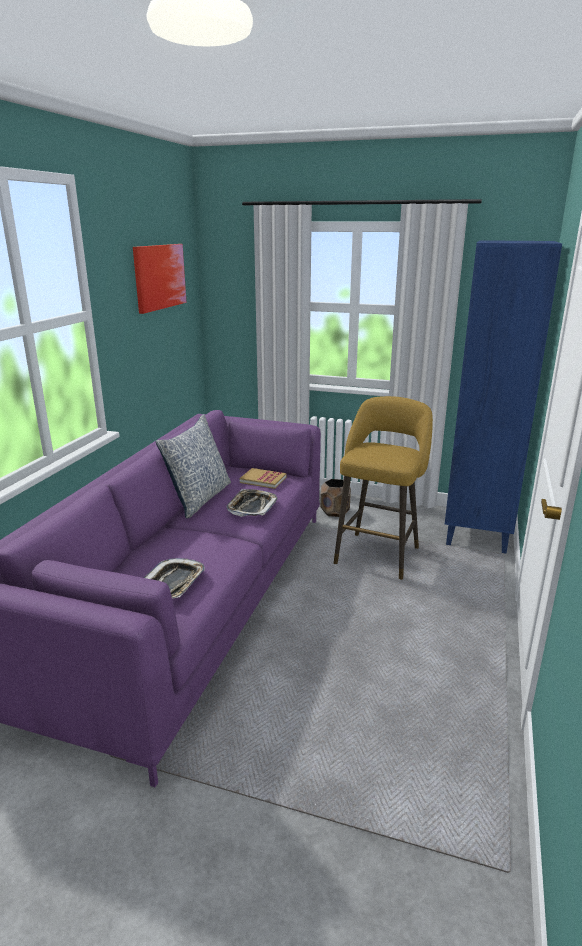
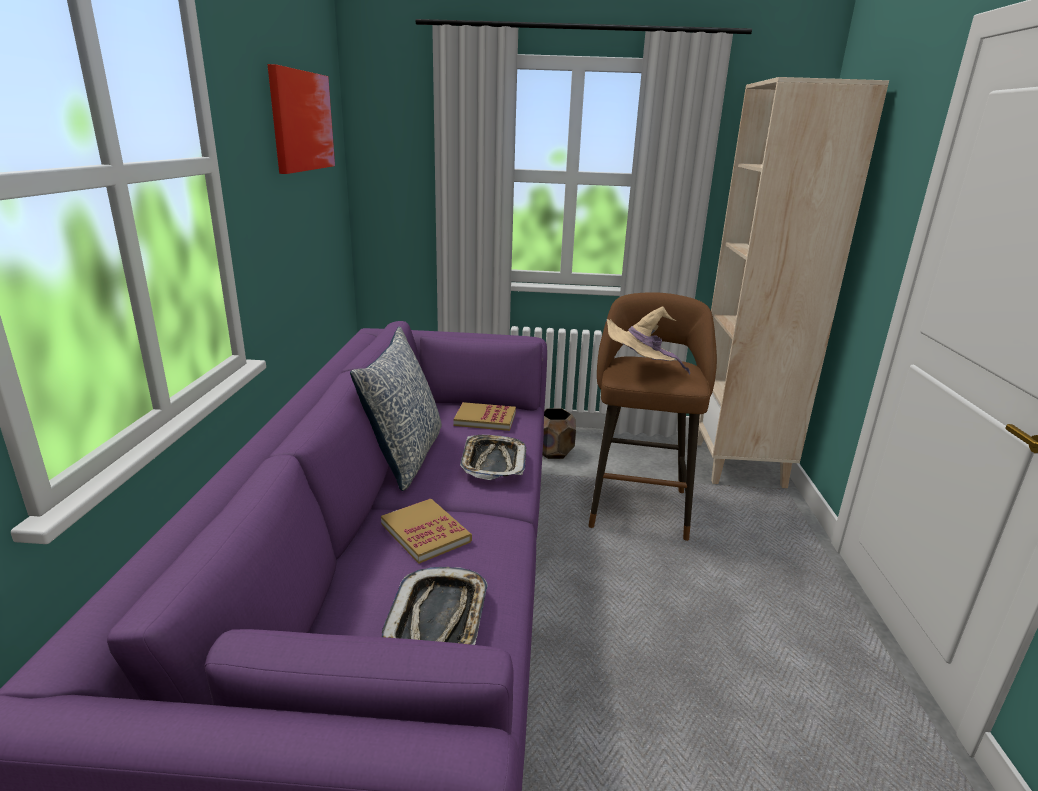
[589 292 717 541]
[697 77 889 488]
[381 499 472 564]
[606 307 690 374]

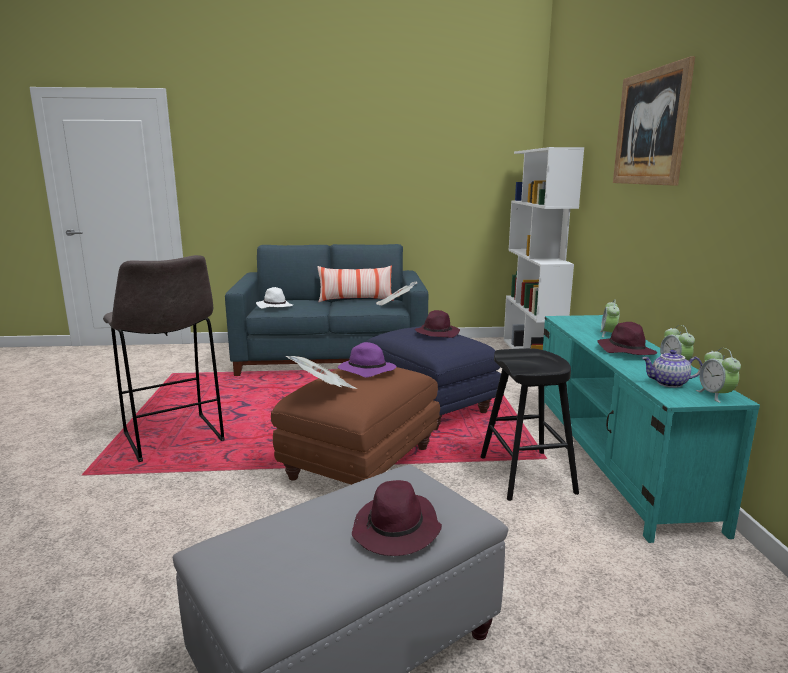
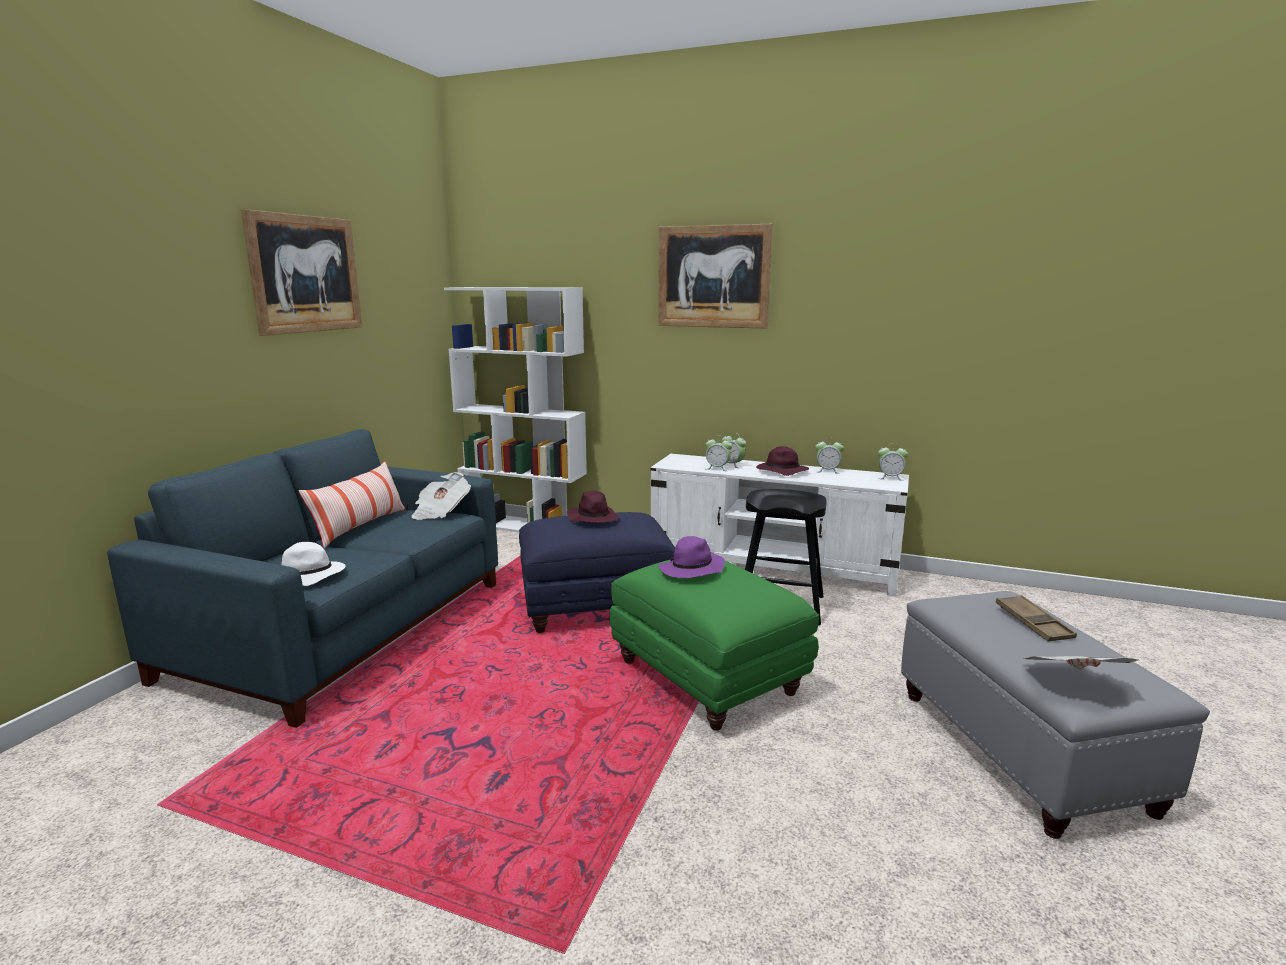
[103 255 225 462] (first image)
[610 560 819 731]
[1024 656 1138 669]
[996 595 1077 642]
[651 454 909 597]
[642 350 702 388] (first image)
[241 209 362 336]
[705 436 732 471]

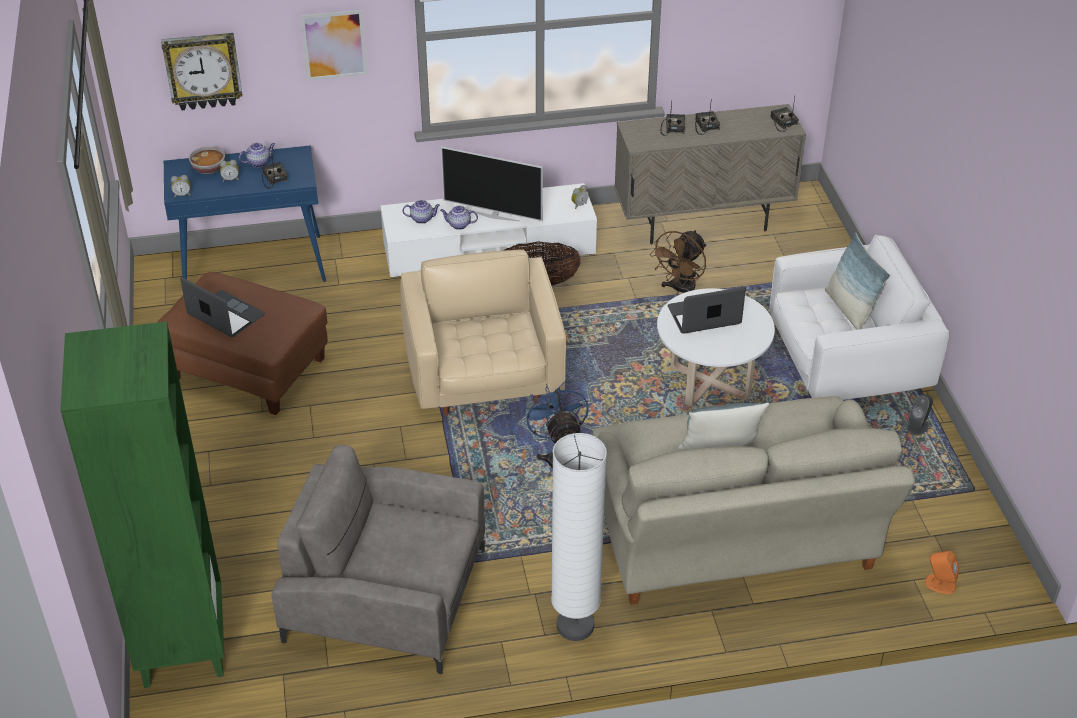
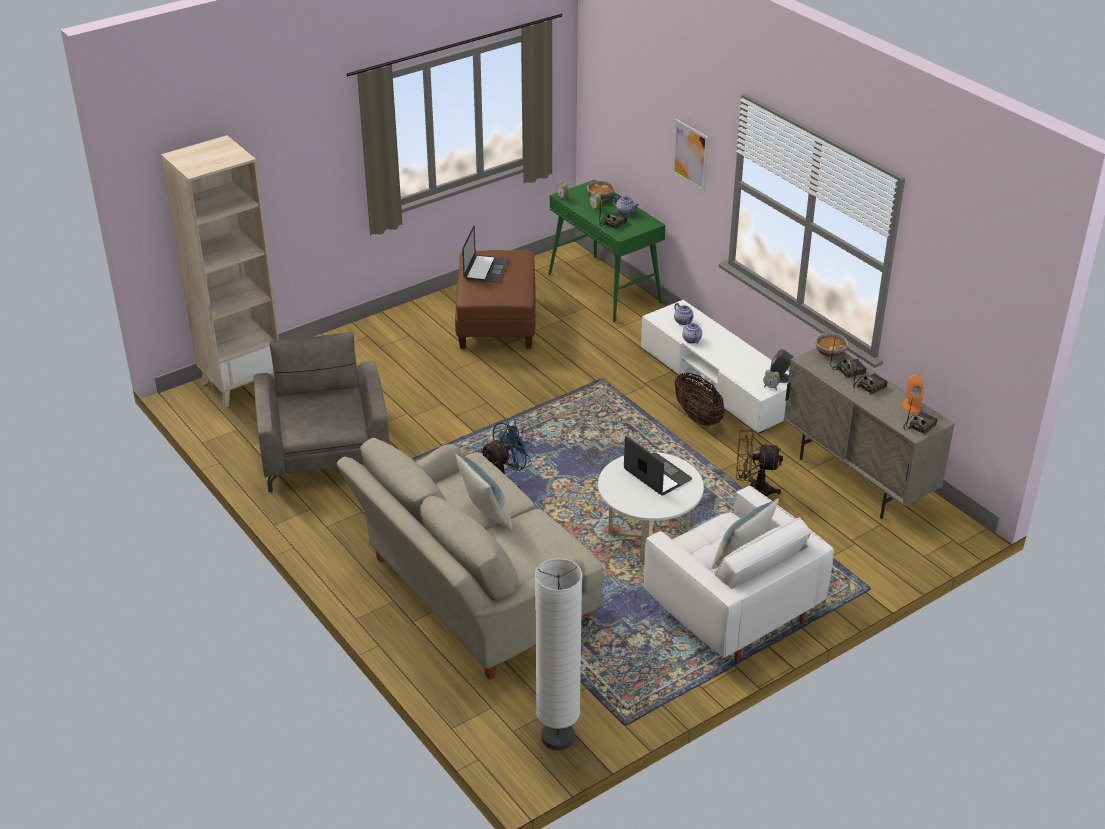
[161 135 279 408]
[161 33 243 110] (first image)
[549 180 666 322]
[400 250 566 415] (first image)
[441 146 543 221] (first image)
[535 559 582 750]
[770 349 794 383]
[902 375 924 413]
[815 333 848 358]

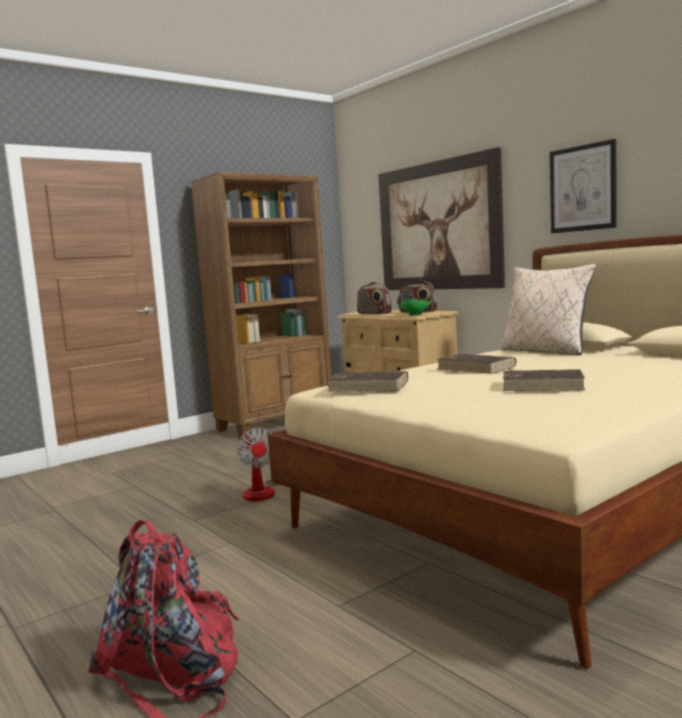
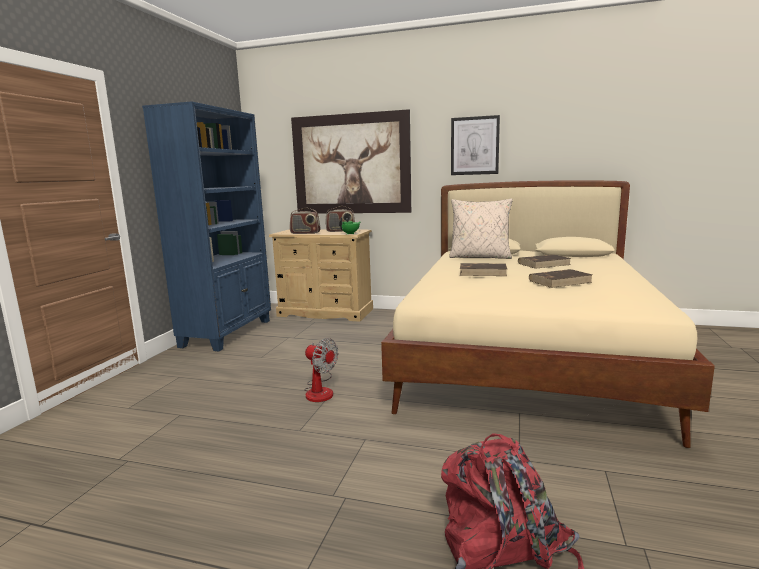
[142 101 271 351]
[518 254 571 269]

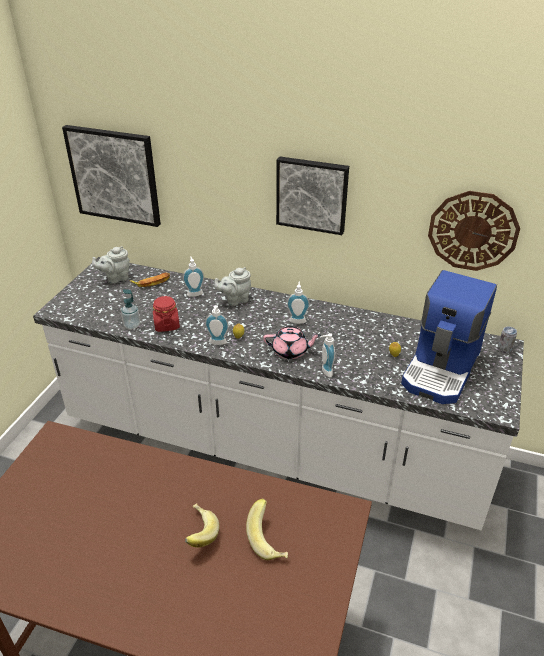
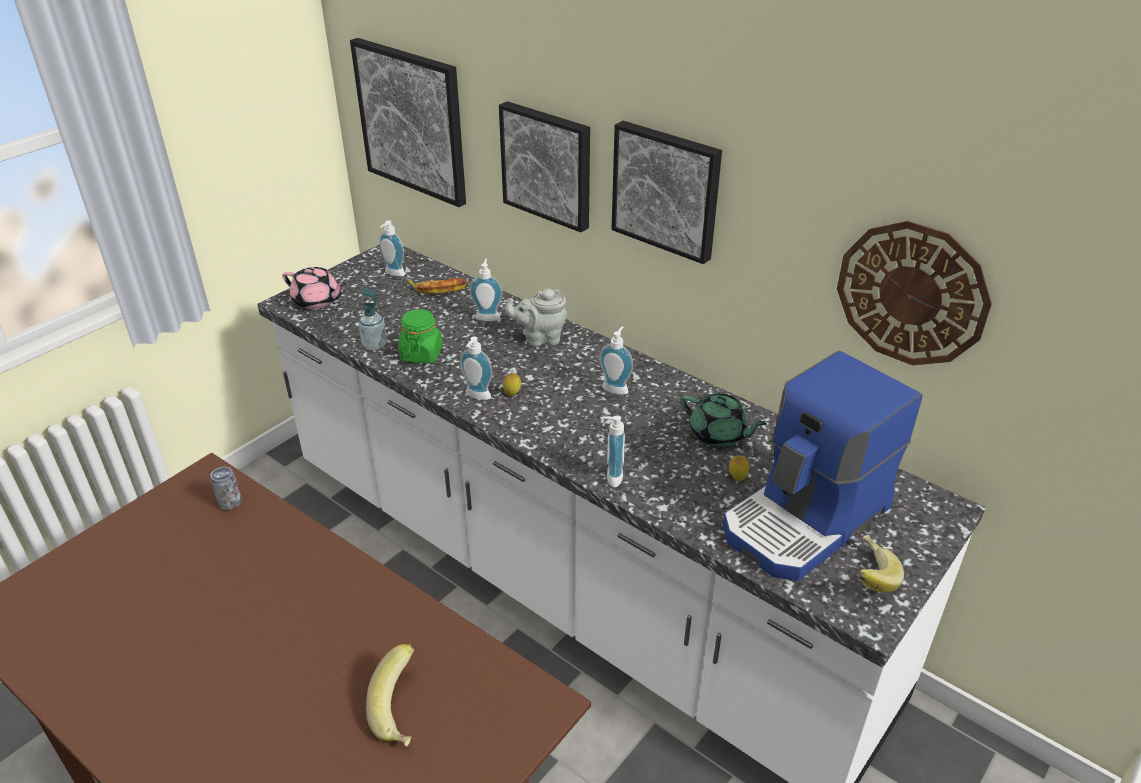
[379 220 405 277]
[399 309 443 363]
[857 535 904 592]
[282 267 346 309]
[210 467 242 510]
[499 101 590 232]
[681 393 767 447]

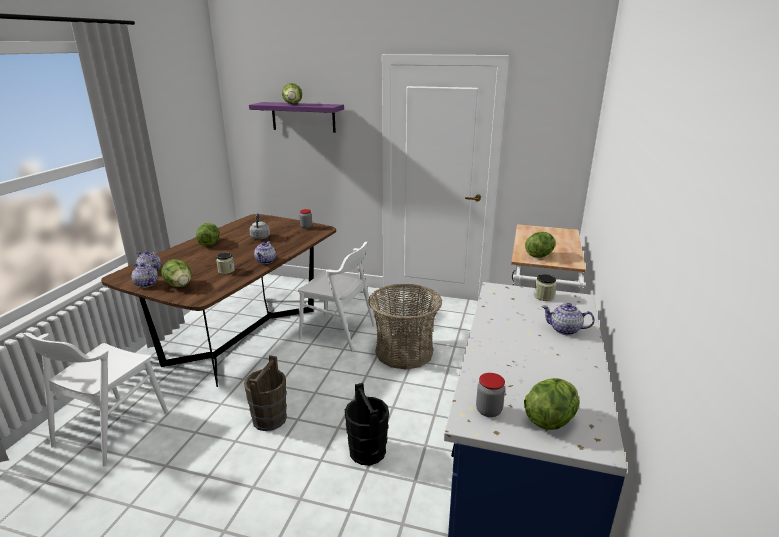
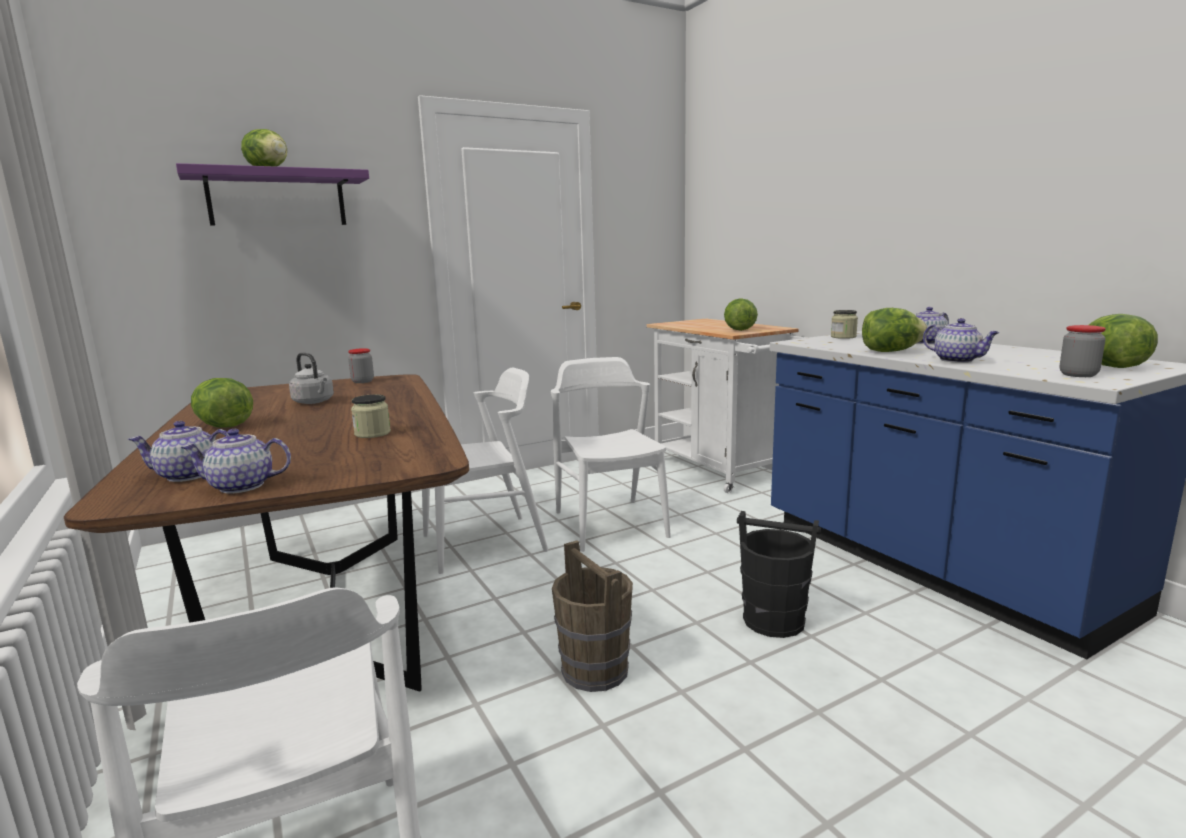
[862 308 928 352]
[923 318 999 363]
[551 357 671 552]

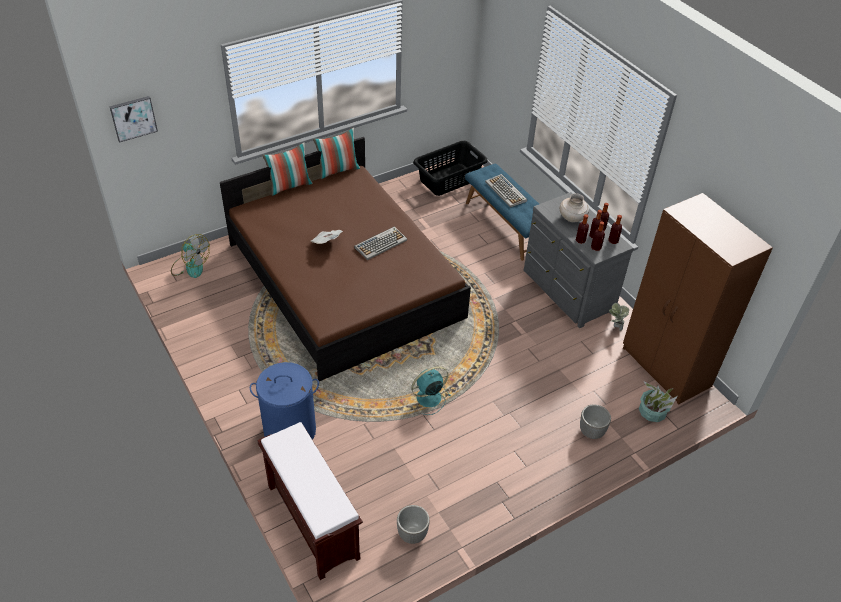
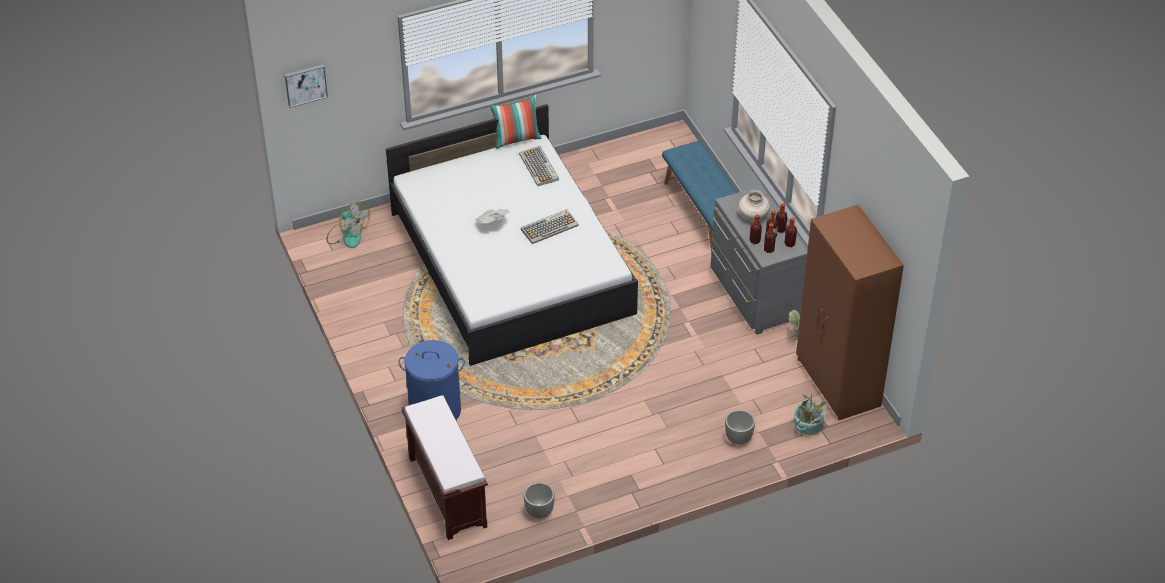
[386 104 638 366]
[262 143 313 196] (first image)
[411 366 451 415] (first image)
[413 141 488 196] (first image)
[519 146 559 186]

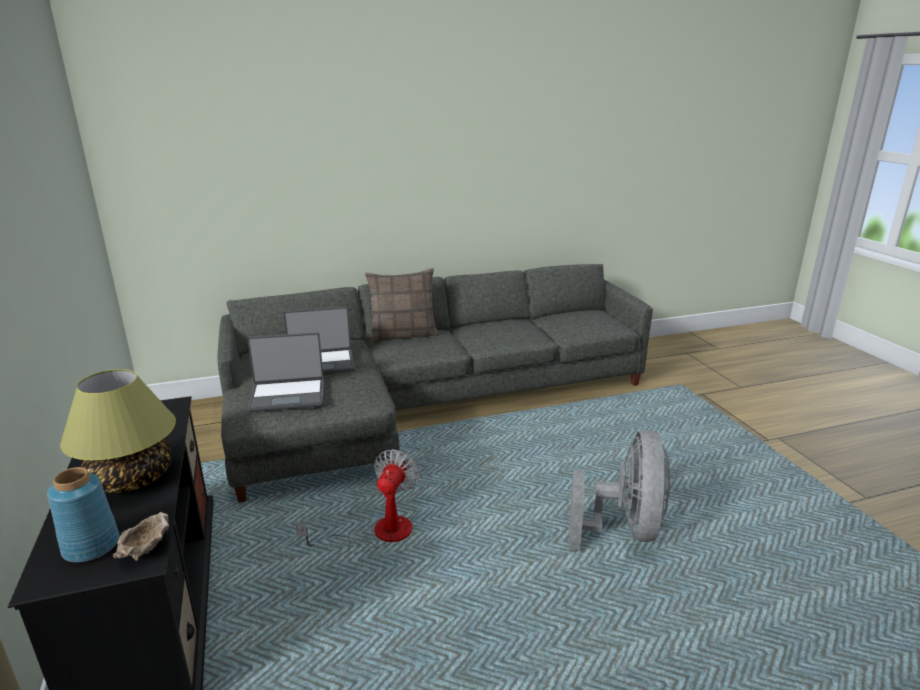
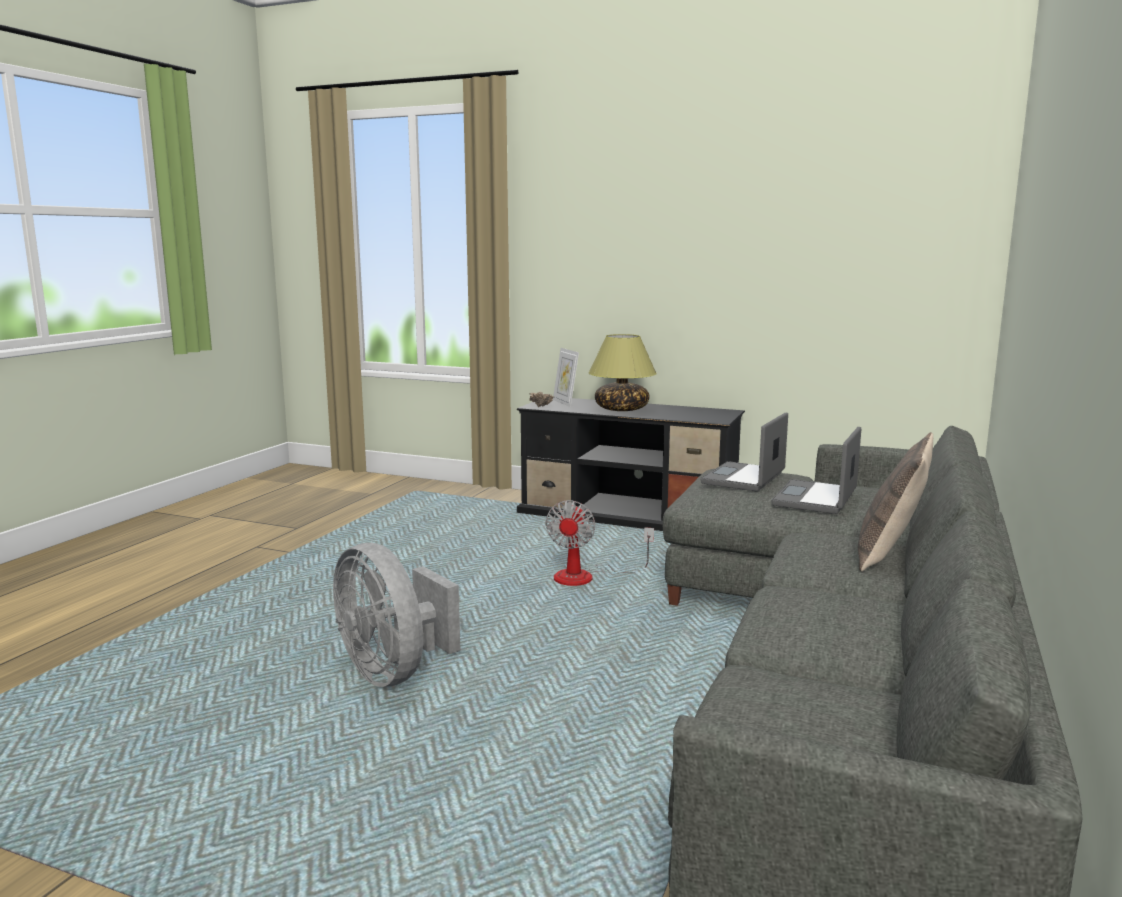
[553 348 579 407]
[545 500 654 586]

